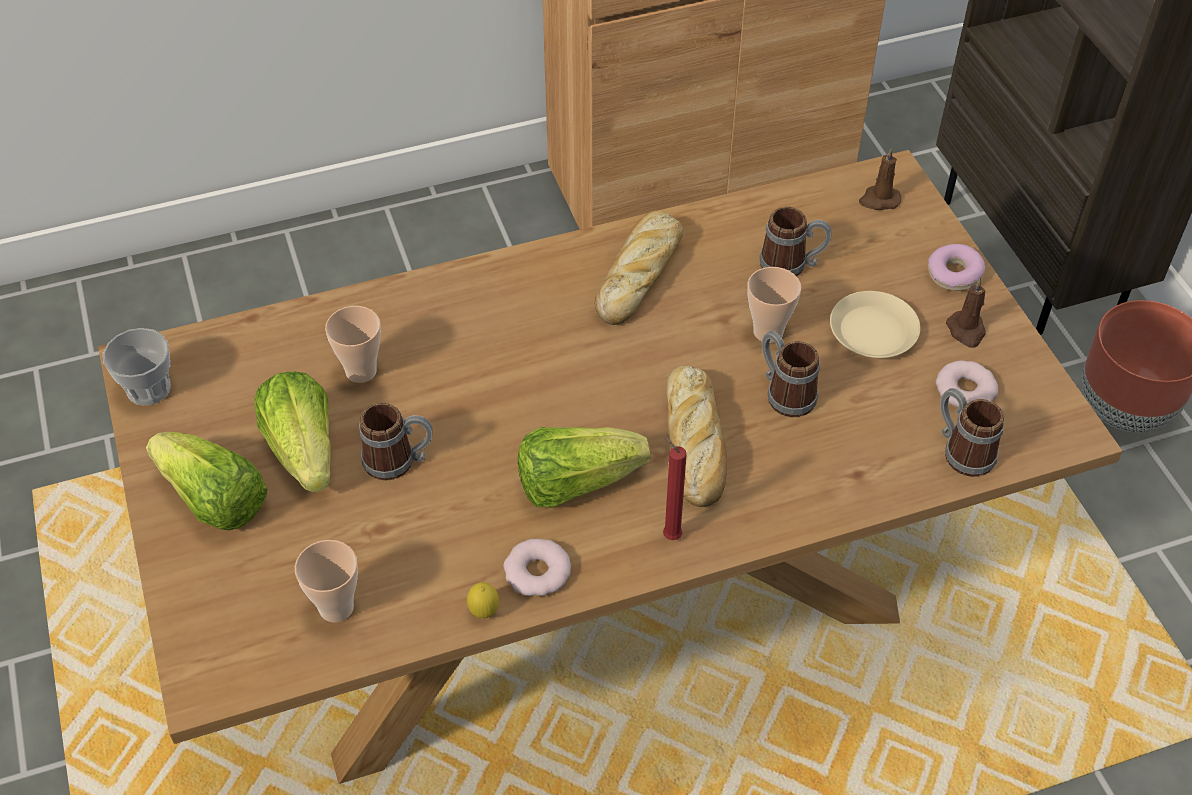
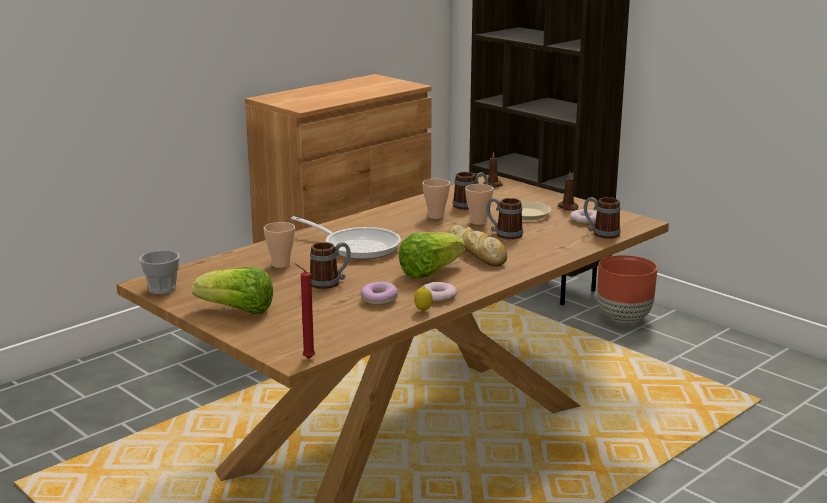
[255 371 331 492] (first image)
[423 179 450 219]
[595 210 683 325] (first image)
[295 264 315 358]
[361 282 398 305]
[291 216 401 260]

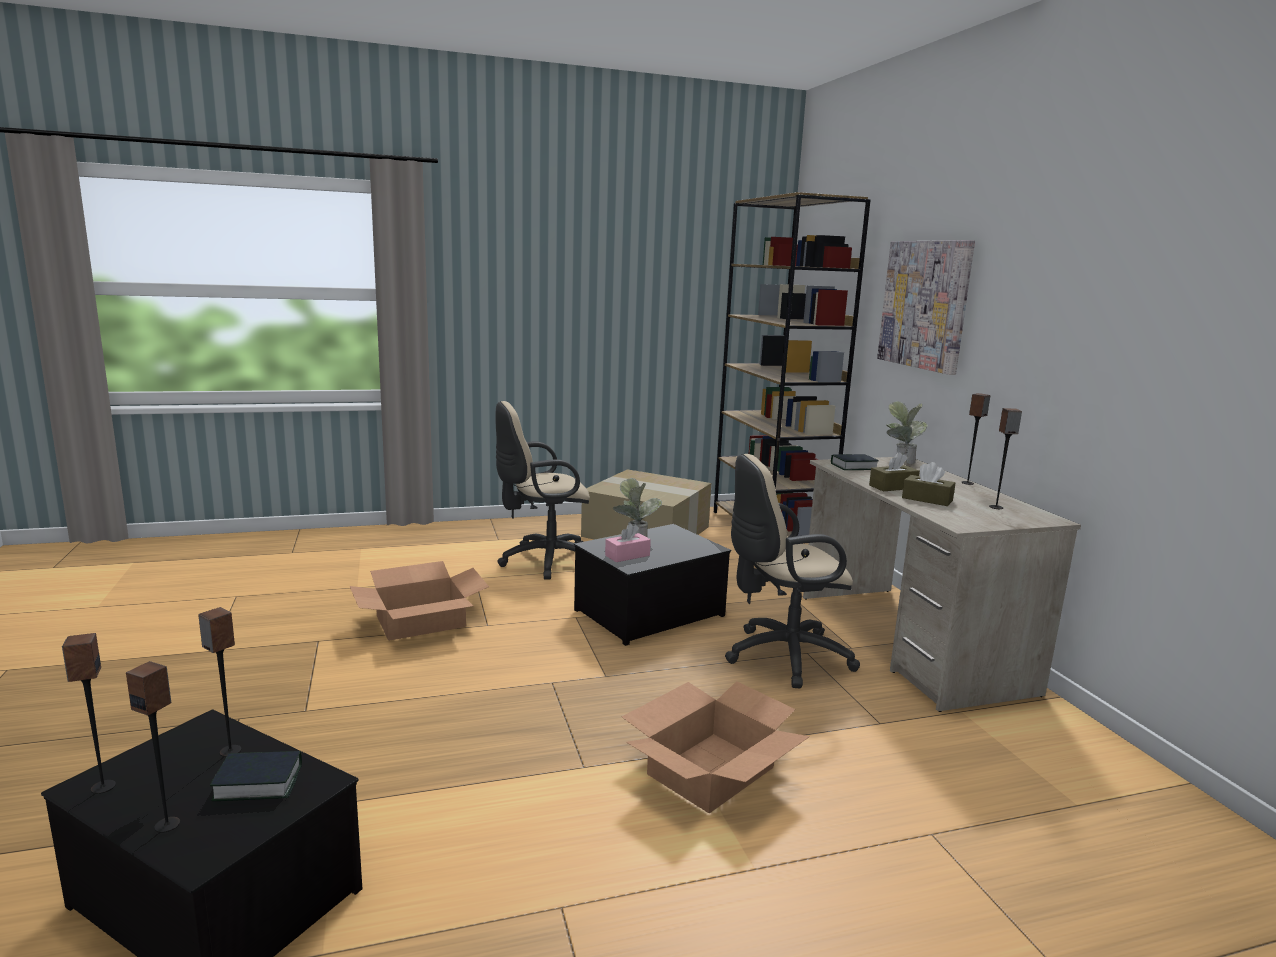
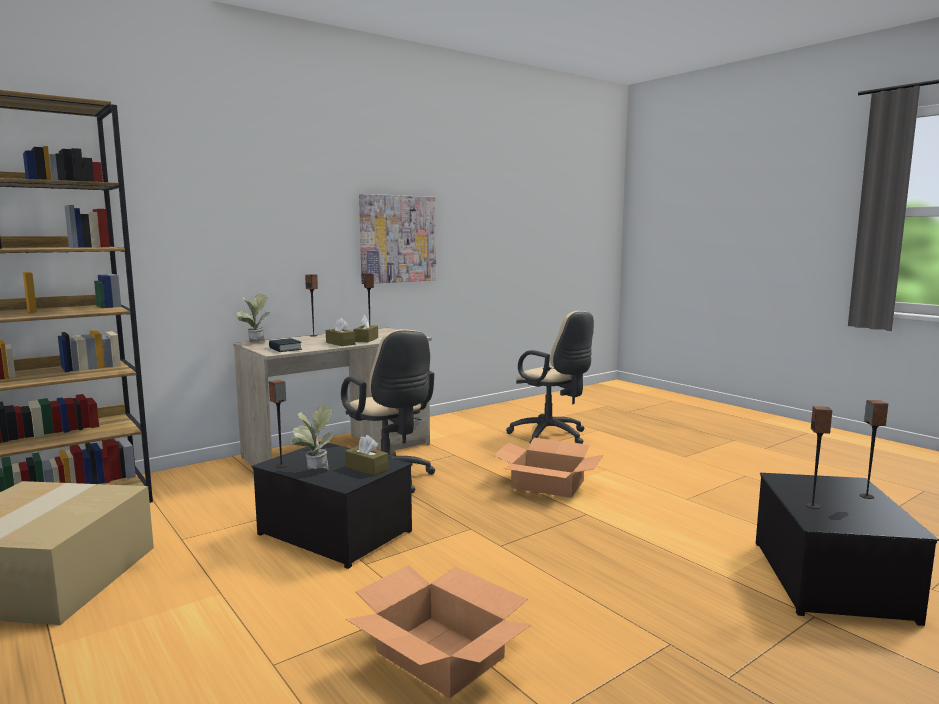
[269 380 287 468]
[210 751 302 801] (first image)
[506 311 594 444]
[345 435 388 476]
[359 194 436 284]

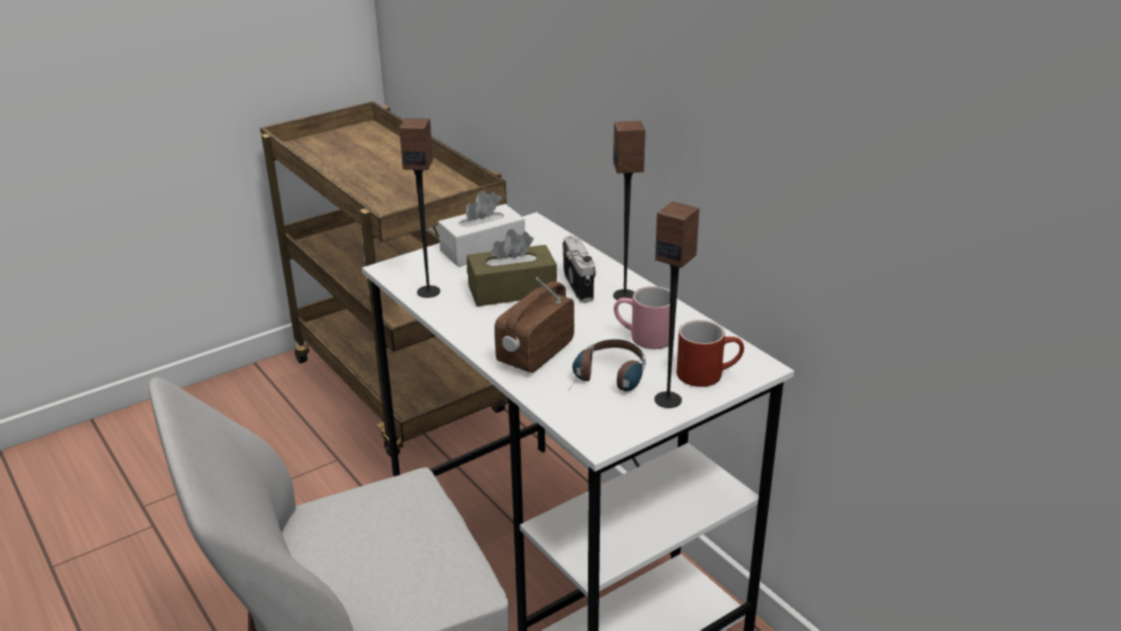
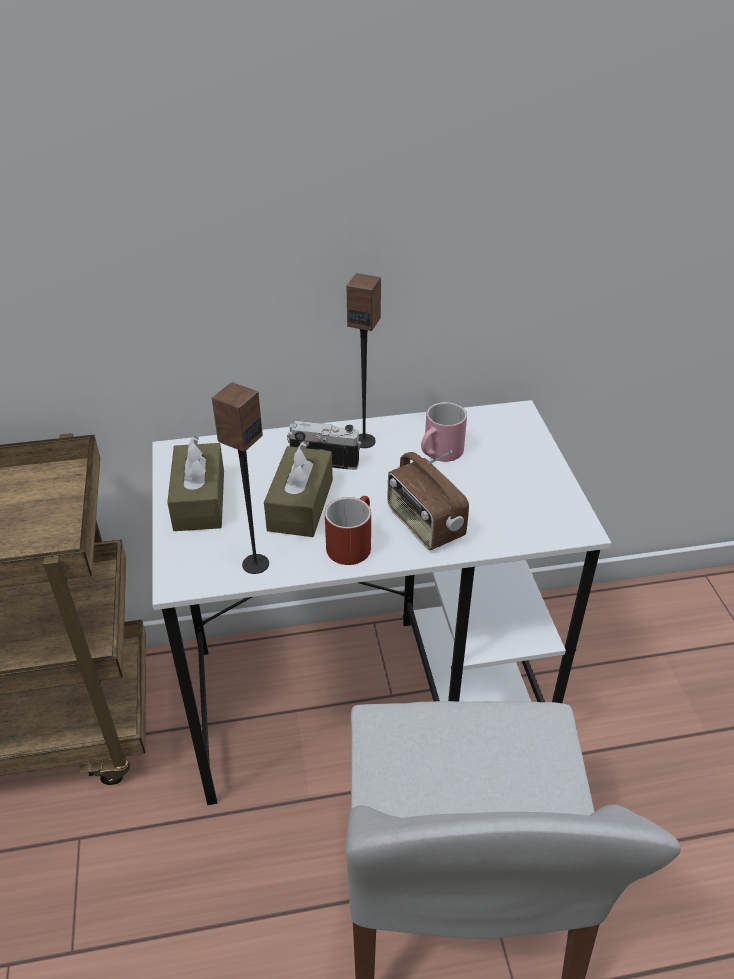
[167 436 224 531]
[568 339 646 392] (first image)
[654 202 700 408] (first image)
[325 496 371 565]

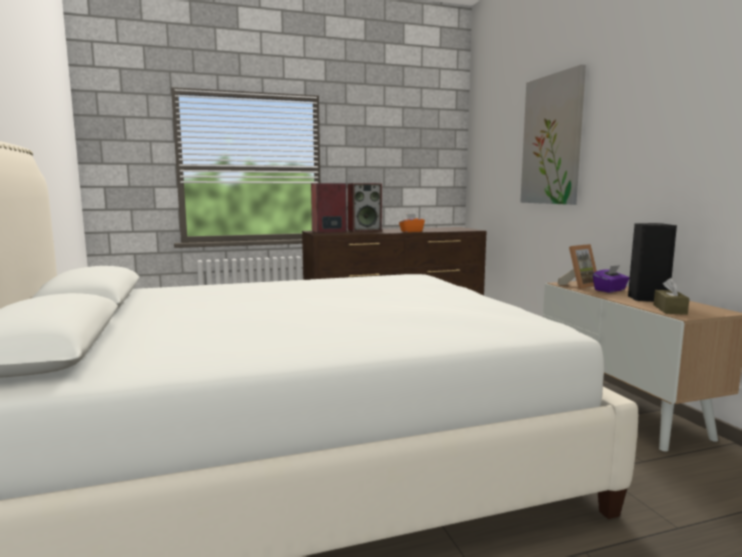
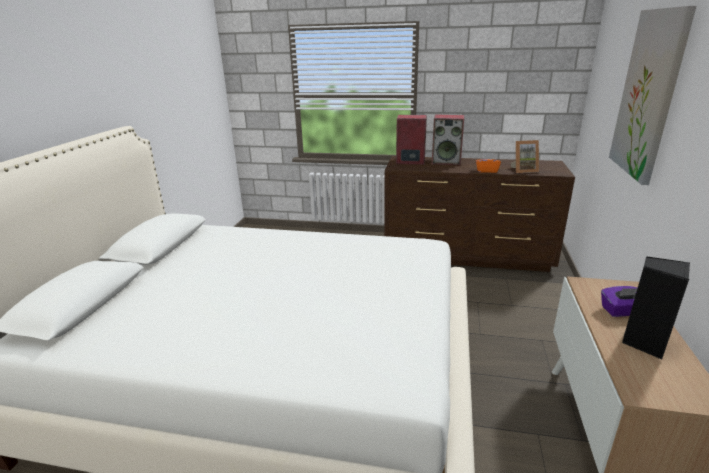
[511 140 539 173]
[654 278 689 315] (first image)

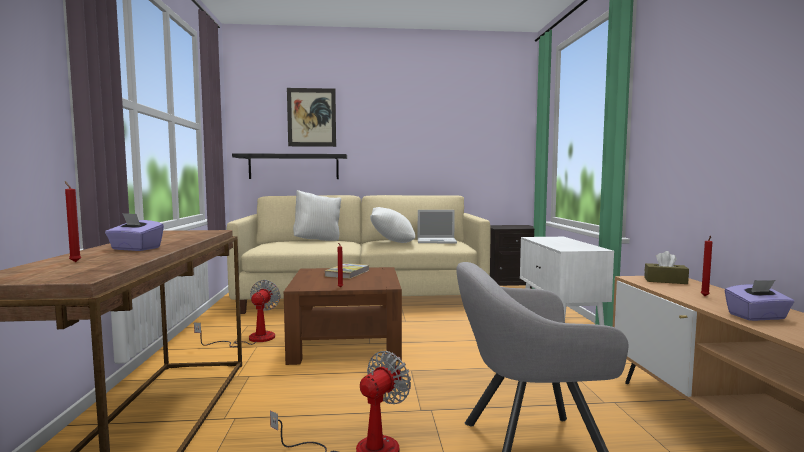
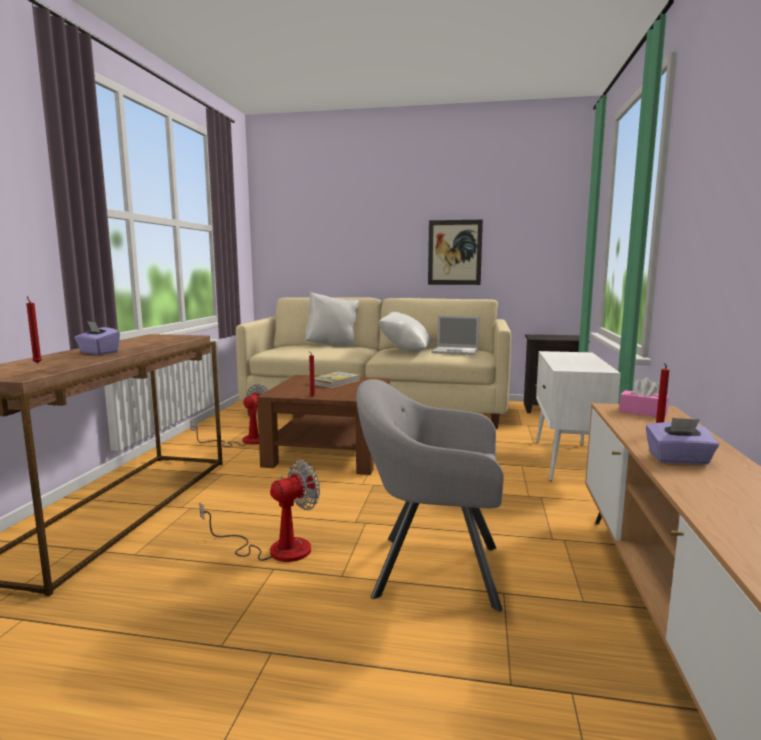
[232 153 347 179] (first image)
[428 220 483 285]
[619 377 669 417]

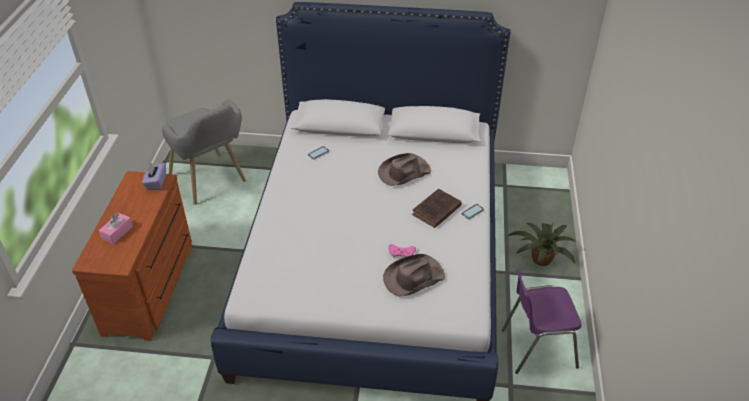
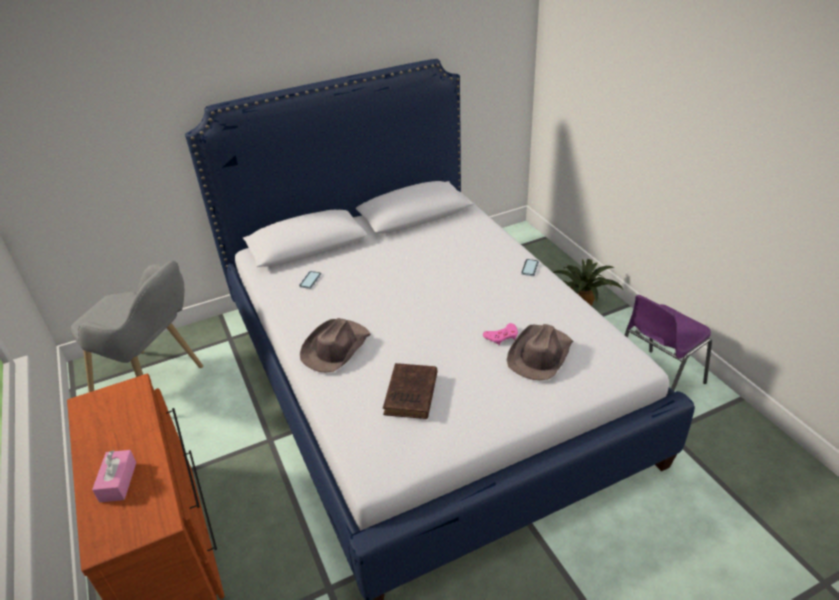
[142 163 166 190] (first image)
[300 318 371 372]
[383 363 438 419]

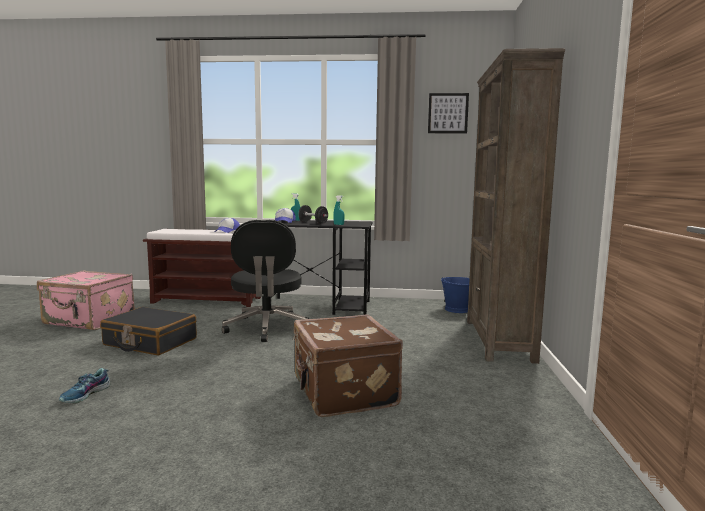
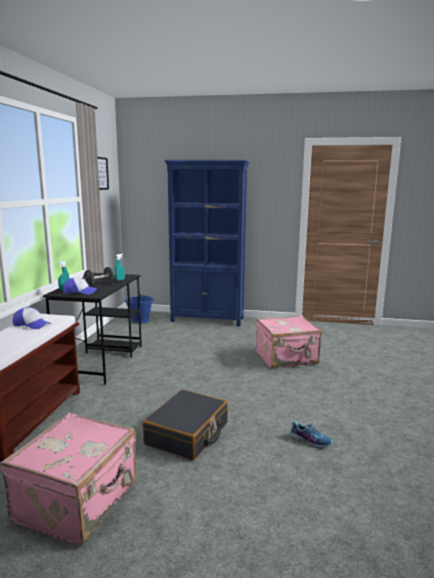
[222 220 310 342] (first image)
[256 315 322 368]
[164 160 250 326]

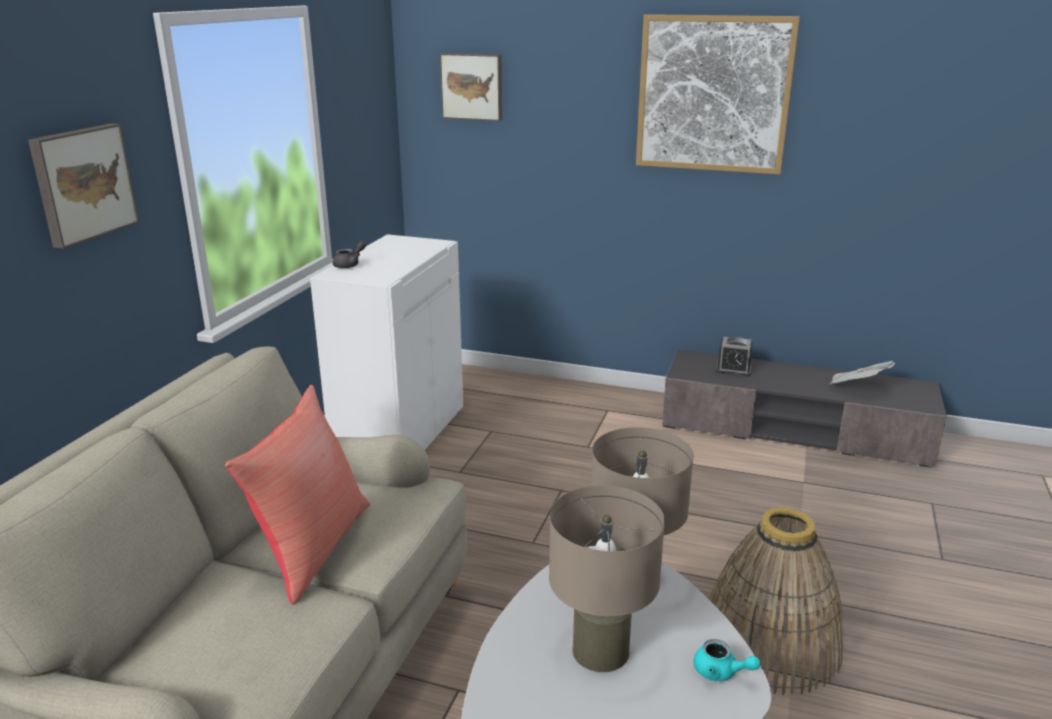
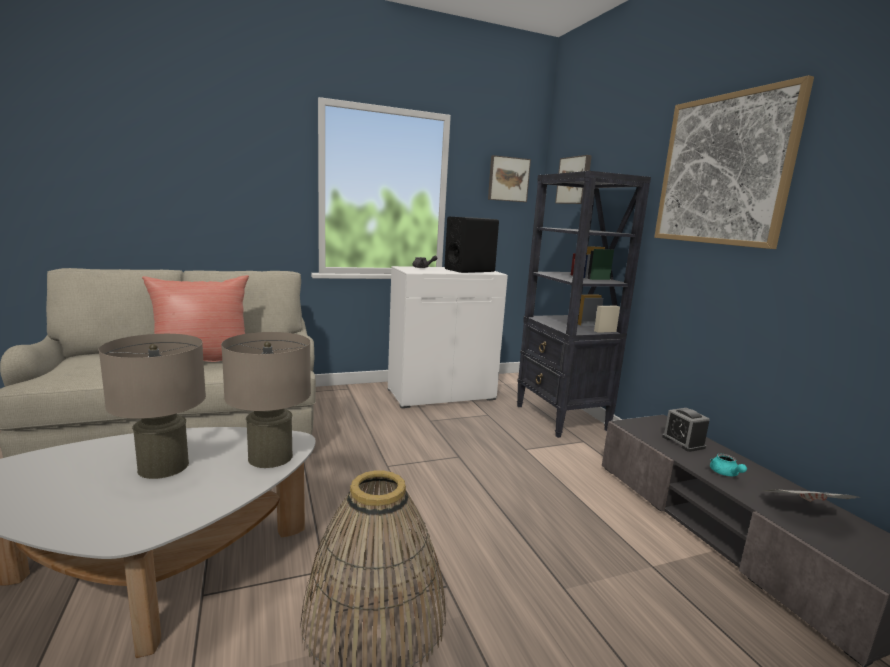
[488 155 531 202]
[710 453 747 476]
[444 217 499 273]
[517 171 651 438]

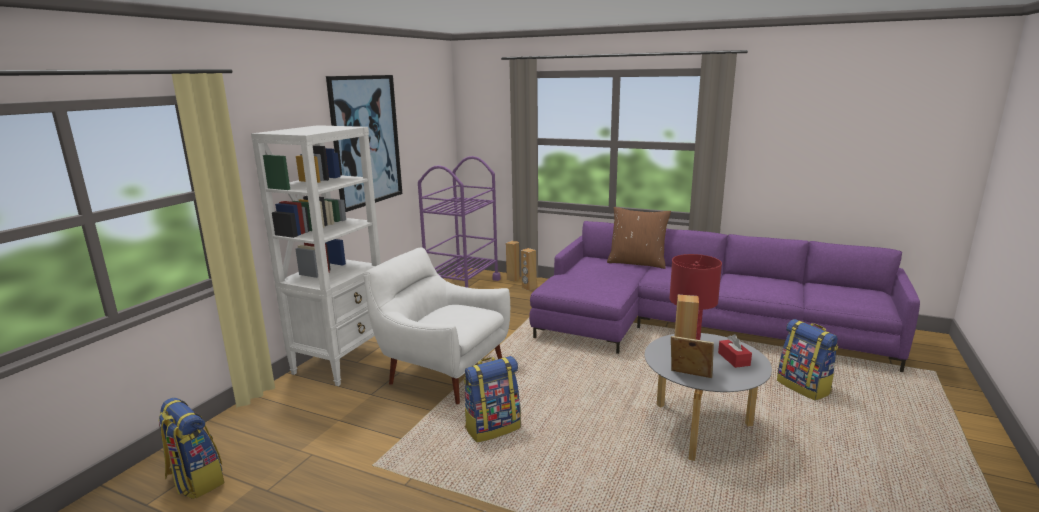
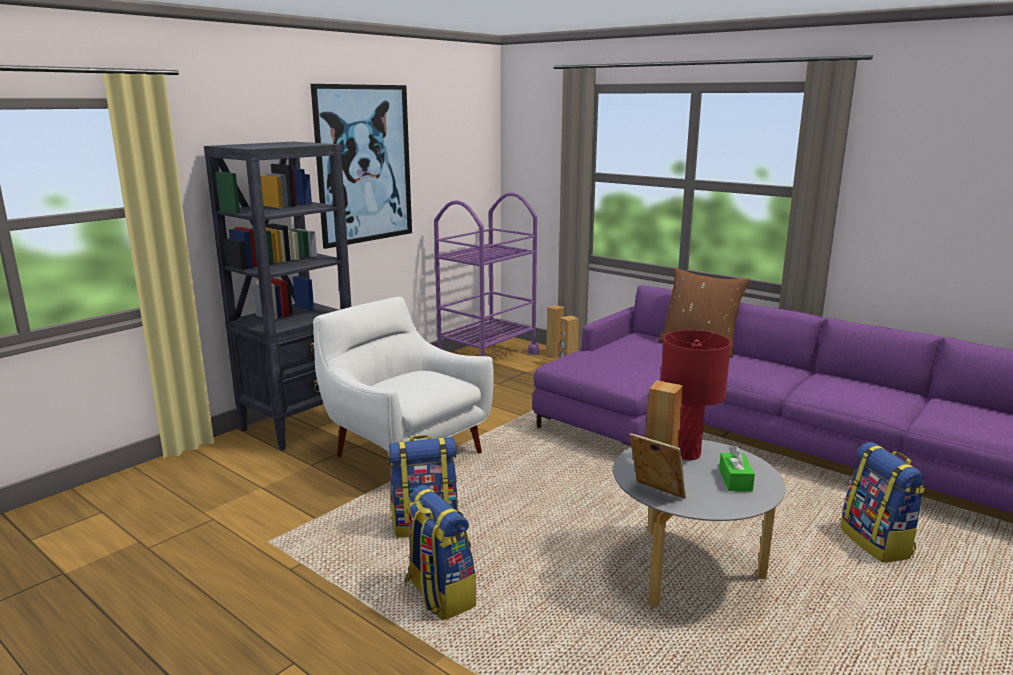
[405 485 476 620]
[204 142 351 451]
[719 445 755 492]

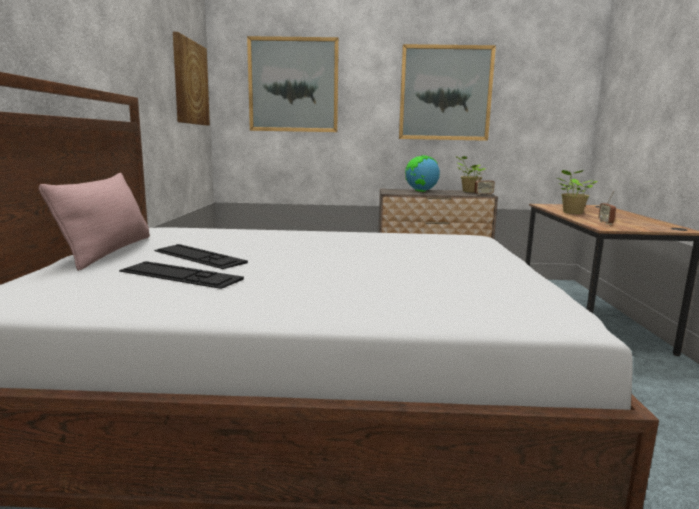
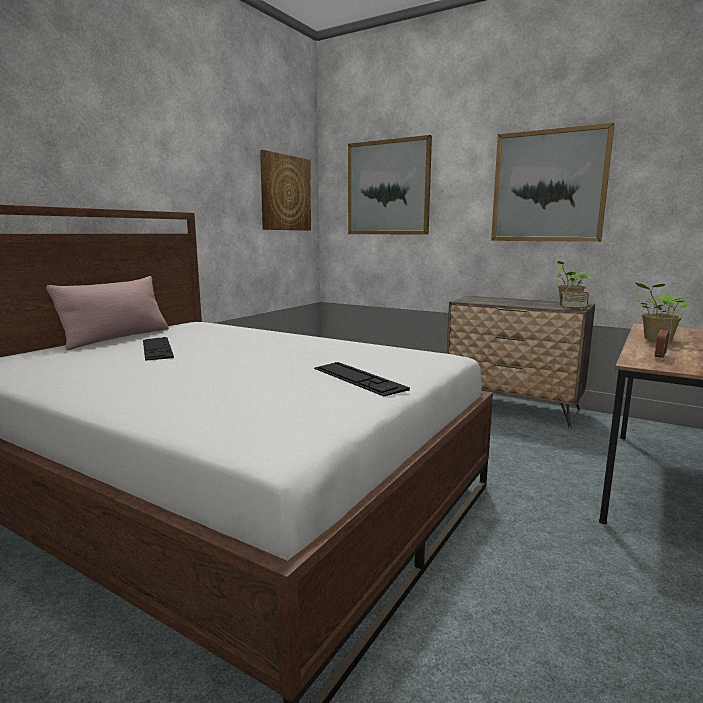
[314 362 410 396]
[405 155 440 192] (first image)

